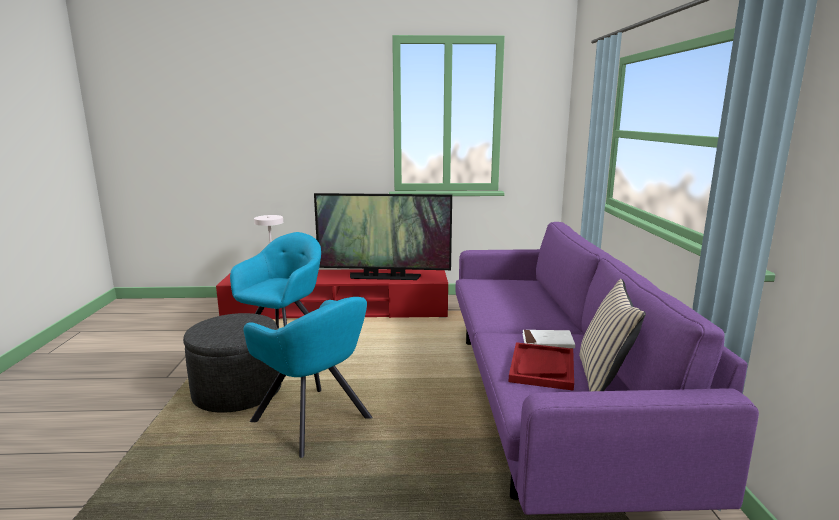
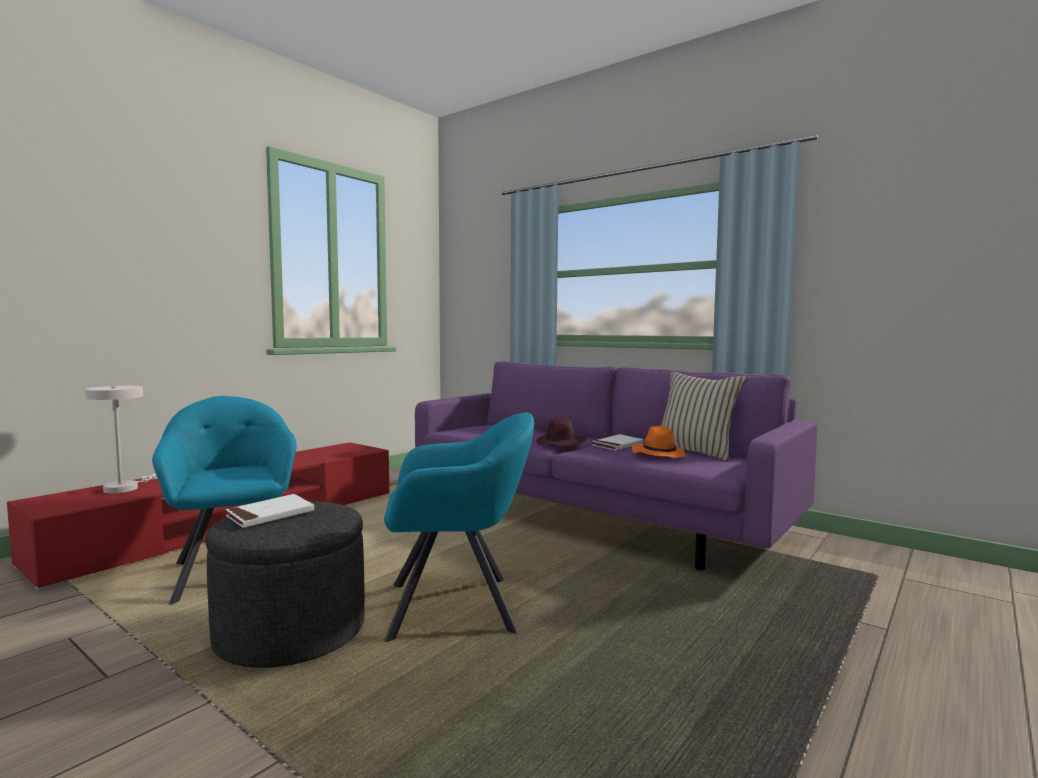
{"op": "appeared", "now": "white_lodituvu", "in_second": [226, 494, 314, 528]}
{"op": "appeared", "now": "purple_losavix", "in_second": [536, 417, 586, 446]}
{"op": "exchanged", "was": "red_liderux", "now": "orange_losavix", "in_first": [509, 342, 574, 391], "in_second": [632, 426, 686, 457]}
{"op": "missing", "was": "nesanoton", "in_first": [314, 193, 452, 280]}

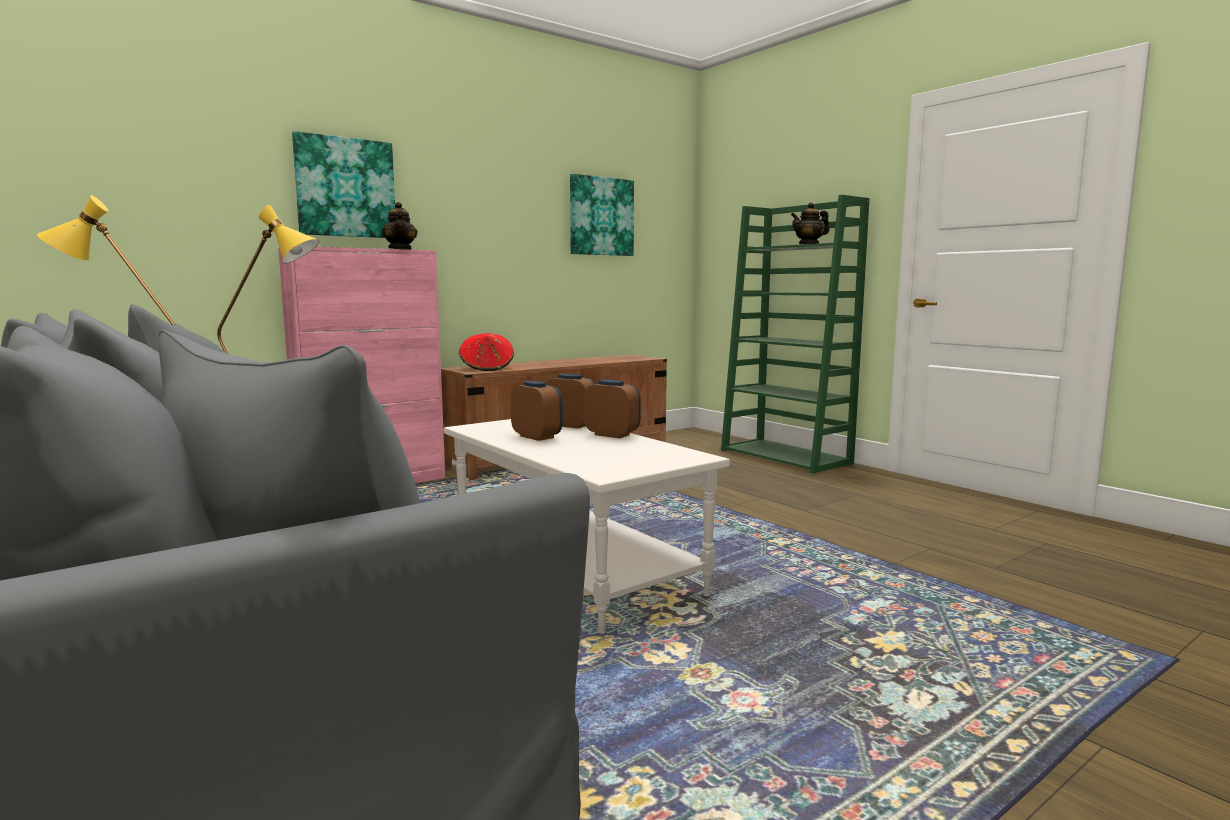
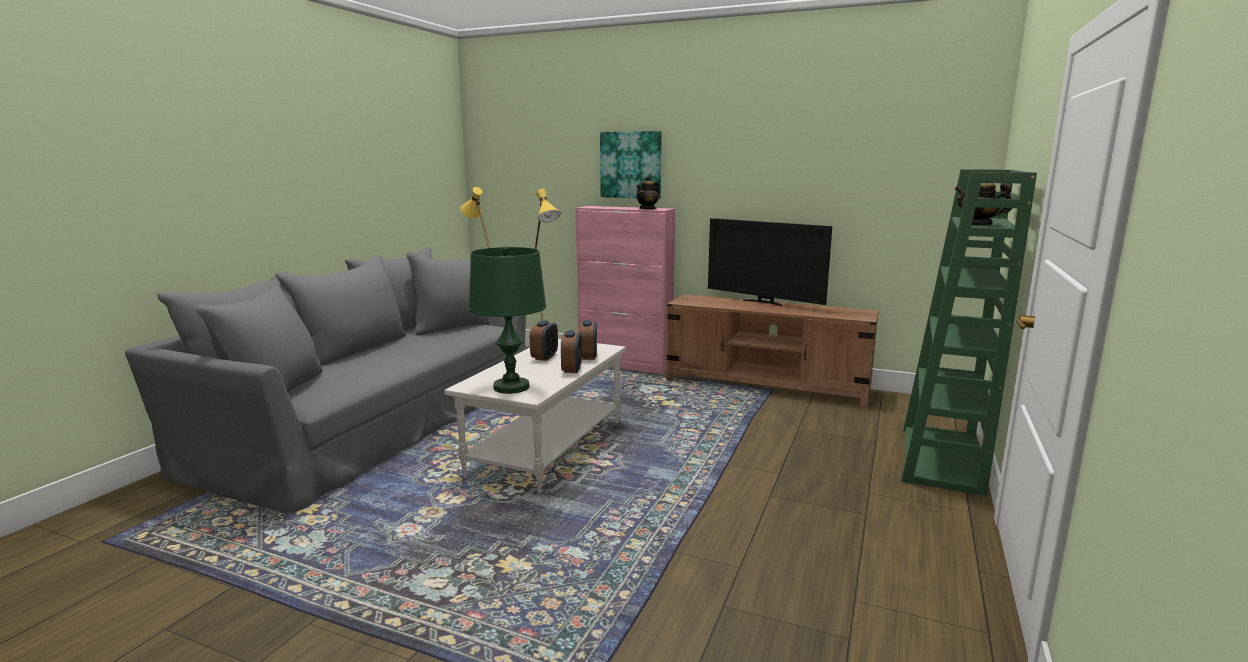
{"op": "appeared", "now": "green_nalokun", "in_second": [469, 246, 546, 394]}
{"op": "appeared", "now": "nesanoton", "in_second": [708, 218, 832, 306]}
{"op": "missing", "was": "red_losavix", "in_first": [459, 333, 514, 371]}
{"op": "missing", "was": "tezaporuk", "in_first": [570, 174, 634, 256]}

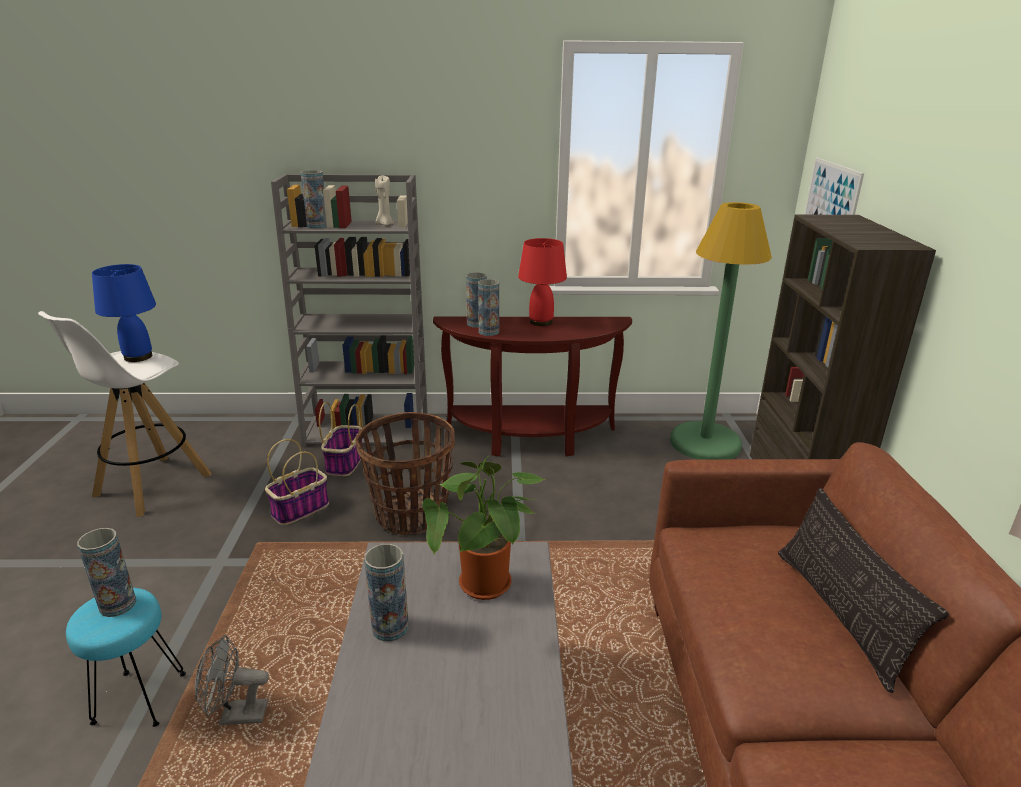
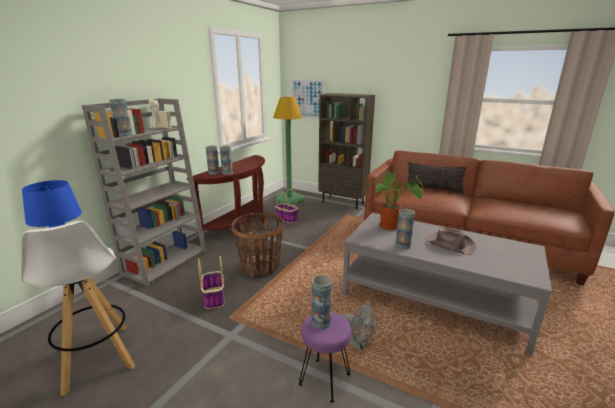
{"op": "relocated", "was": "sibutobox", "in_first": [319, 402, 362, 476], "in_second": [275, 189, 298, 223]}
{"op": "colour", "was": "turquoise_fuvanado", "now": "purple_fuvanado", "in_first": [66, 588, 186, 727], "in_second": [299, 312, 351, 403]}
{"op": "spun", "was": "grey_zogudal", "in_first": [195, 635, 269, 725], "in_second": [343, 304, 377, 351], "clockwise": -75}
{"op": "appeared", "now": "brown_losavix", "in_second": [426, 227, 476, 255]}
{"op": "missing", "was": "red_nalokun", "in_first": [518, 238, 567, 326]}

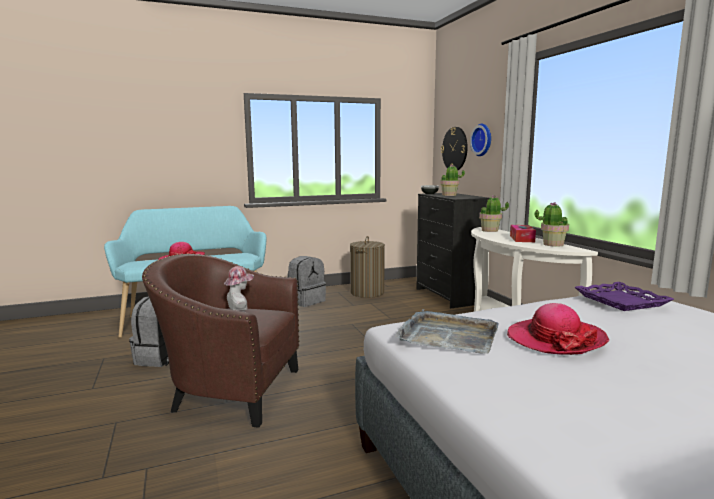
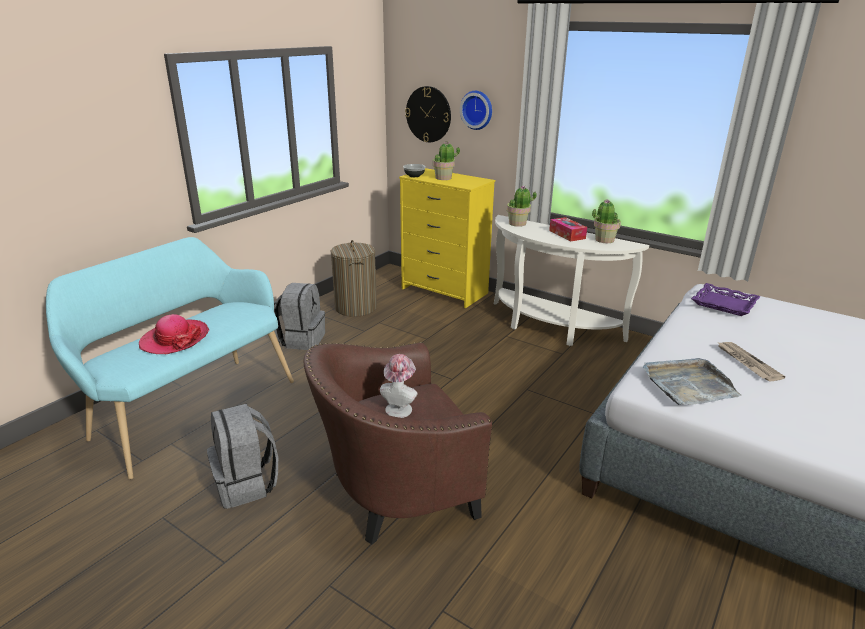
{"op": "colour", "was": "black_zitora", "now": "yellow_zitora", "in_first": [416, 193, 489, 308], "in_second": [399, 168, 495, 308]}
{"op": "exchanged", "was": "losavix", "now": "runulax", "in_first": [507, 303, 609, 355], "in_second": [717, 342, 785, 382]}

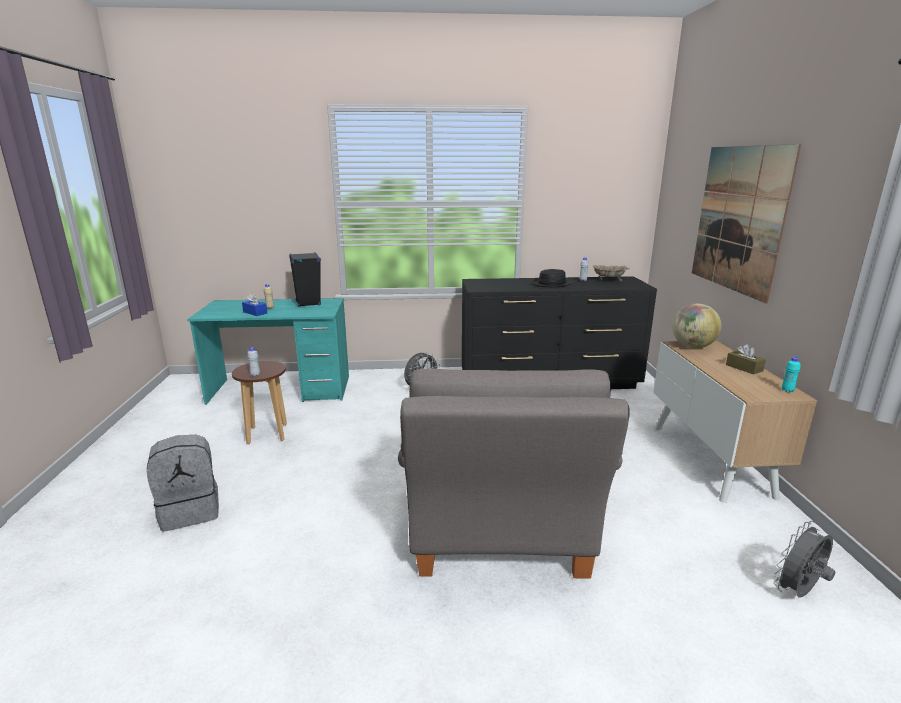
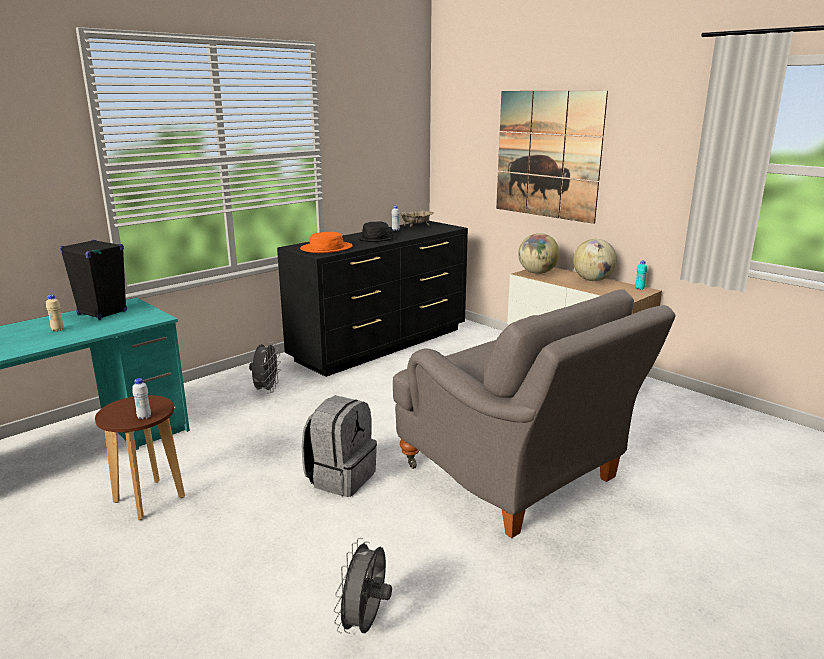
{"op": "appeared", "now": "orange_losavix", "in_second": [300, 232, 353, 253]}
{"op": "relocated", "was": "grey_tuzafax", "in_first": [147, 435, 219, 532], "in_second": [302, 395, 377, 497]}
{"op": "relocated", "was": "grey_zogudal", "in_first": [773, 521, 835, 598], "in_second": [334, 538, 392, 634]}
{"op": "exchanged", "was": "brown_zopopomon", "now": "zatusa", "in_first": [726, 344, 766, 374], "in_second": [573, 239, 617, 281]}
{"op": "missing", "was": "blue_zopopomon", "in_first": [242, 293, 267, 316]}

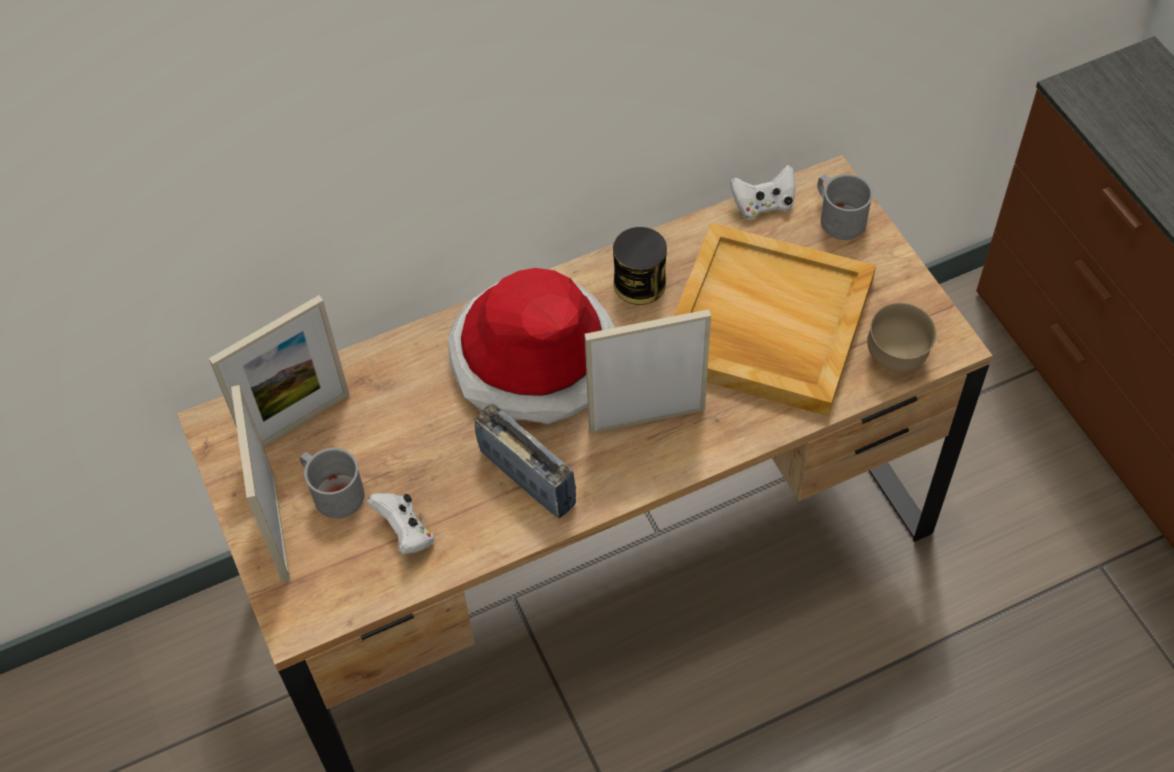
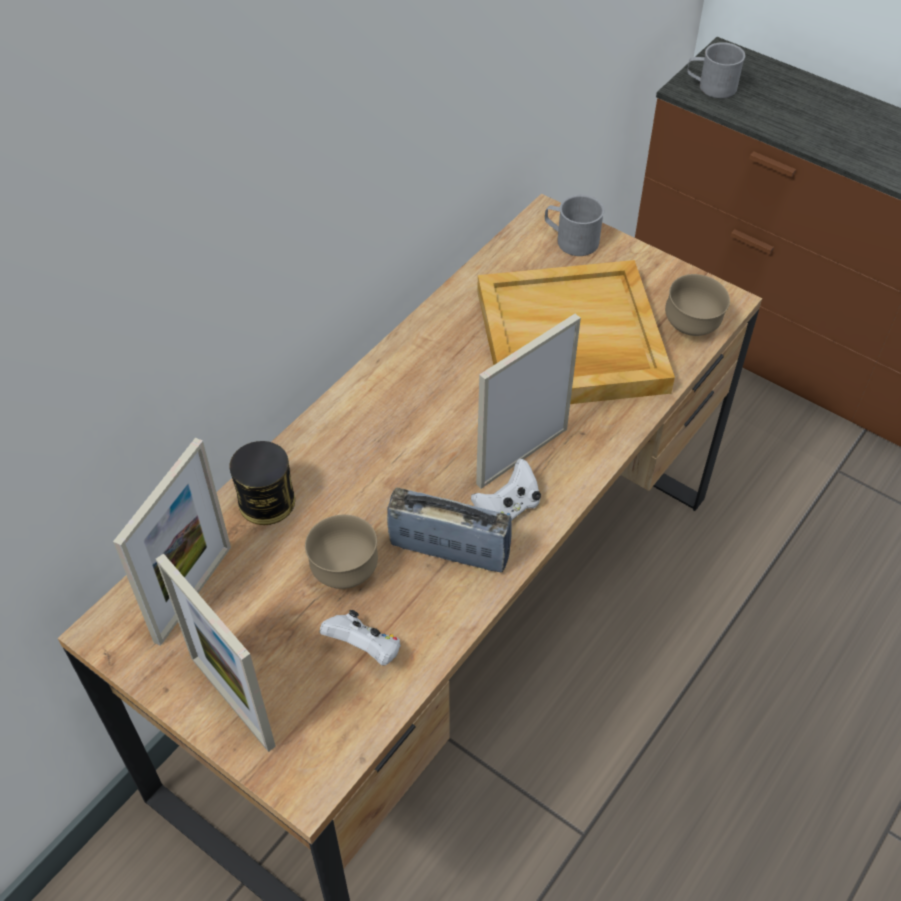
{"op": "relocated", "was": "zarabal", "in_first": [613, 227, 667, 305], "in_second": [229, 441, 295, 525]}
{"op": "appeared", "now": "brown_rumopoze", "in_second": [305, 515, 378, 589]}
{"op": "relocated", "was": "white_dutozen", "in_first": [730, 165, 795, 219], "in_second": [471, 459, 541, 522]}
{"op": "relocated", "was": "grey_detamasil", "in_first": [300, 448, 365, 519], "in_second": [687, 42, 745, 98]}
{"op": "missing", "was": "losavix", "in_first": [448, 268, 615, 424]}

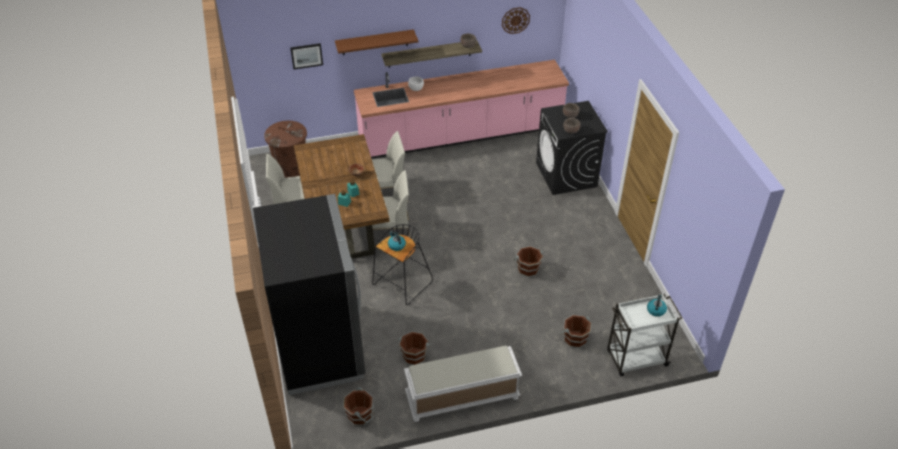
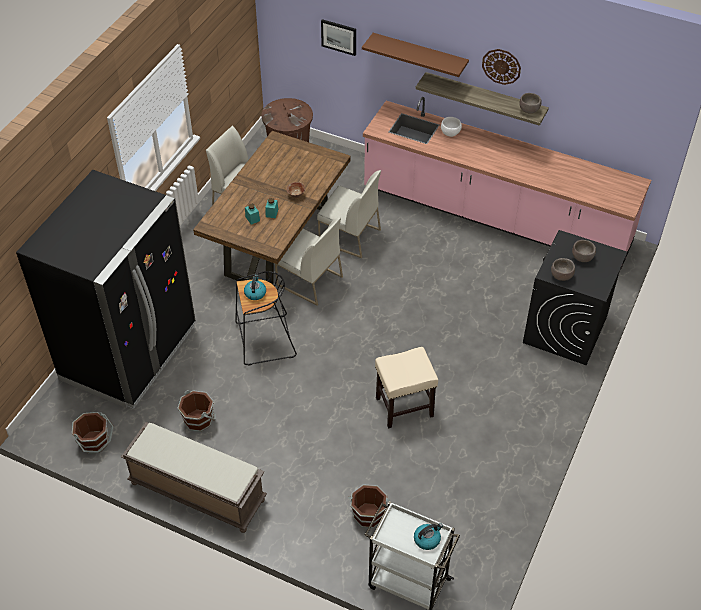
{"op": "colour", "was": "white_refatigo", "now": "brown_refatigo", "in_first": [404, 346, 522, 422], "in_second": [121, 422, 267, 533]}
{"op": "exchanged", "was": "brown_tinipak", "now": "beige_fuvanado", "in_first": [513, 246, 543, 277], "in_second": [375, 347, 438, 428]}
{"op": "relocated", "was": "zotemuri", "in_first": [502, 7, 530, 34], "in_second": [482, 49, 521, 85]}

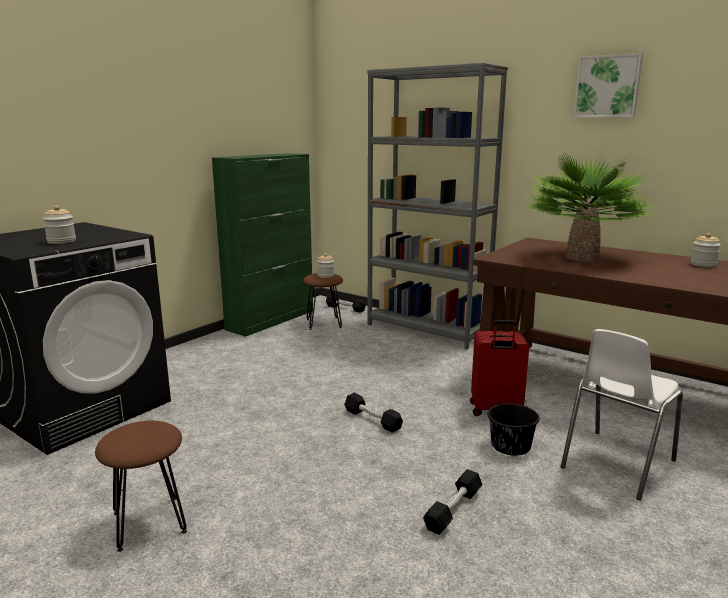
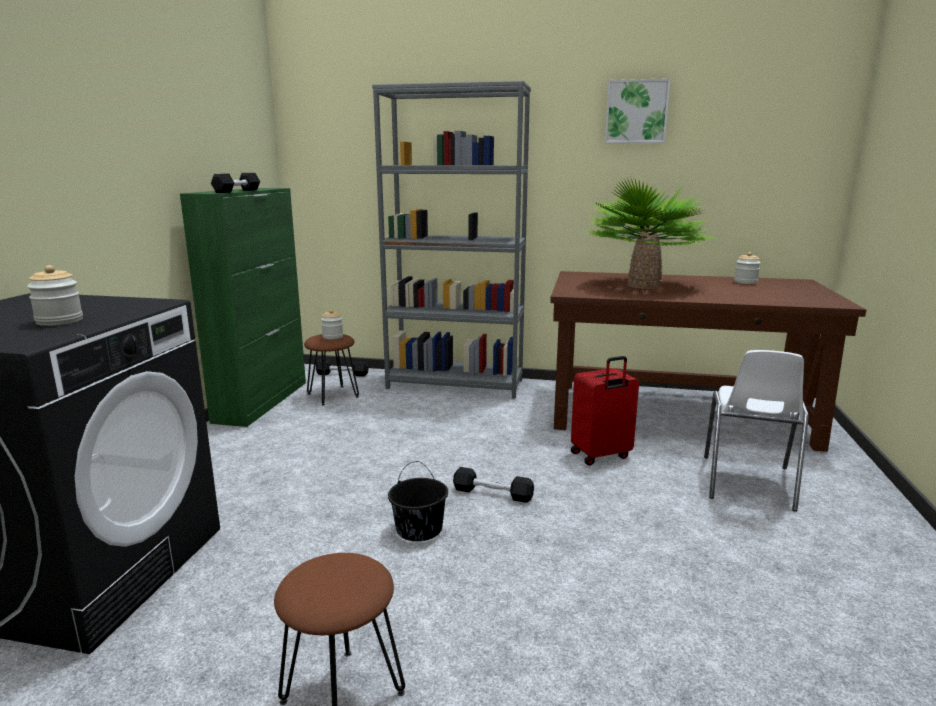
{"op": "relocated", "was": "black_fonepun", "in_first": [423, 469, 483, 535], "in_second": [211, 173, 260, 193]}
{"op": "relocated", "was": "black_tinipak", "in_first": [488, 389, 540, 456], "in_second": [388, 461, 448, 541]}

